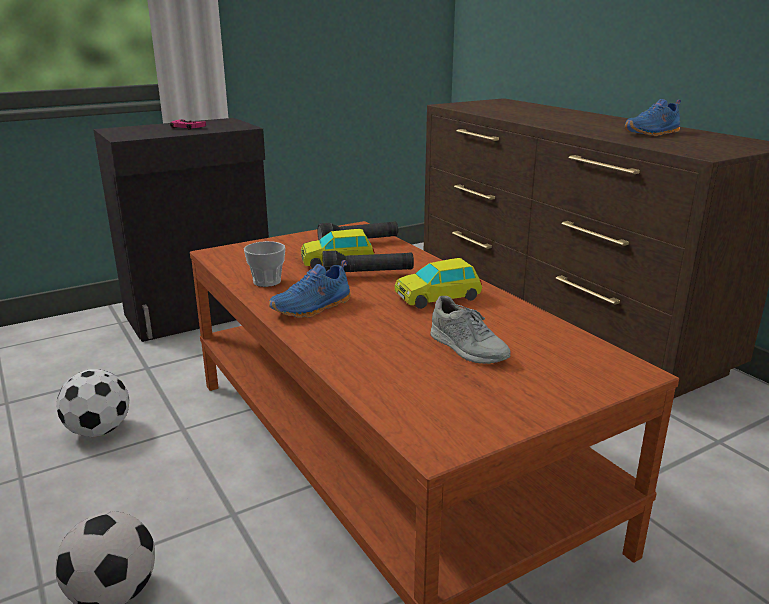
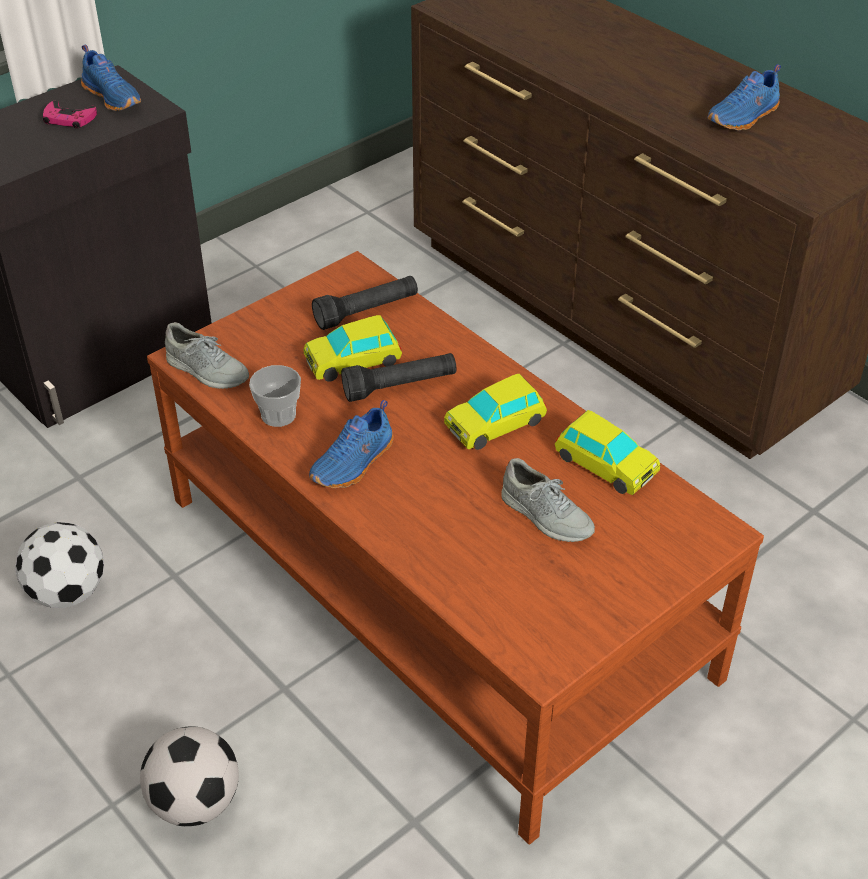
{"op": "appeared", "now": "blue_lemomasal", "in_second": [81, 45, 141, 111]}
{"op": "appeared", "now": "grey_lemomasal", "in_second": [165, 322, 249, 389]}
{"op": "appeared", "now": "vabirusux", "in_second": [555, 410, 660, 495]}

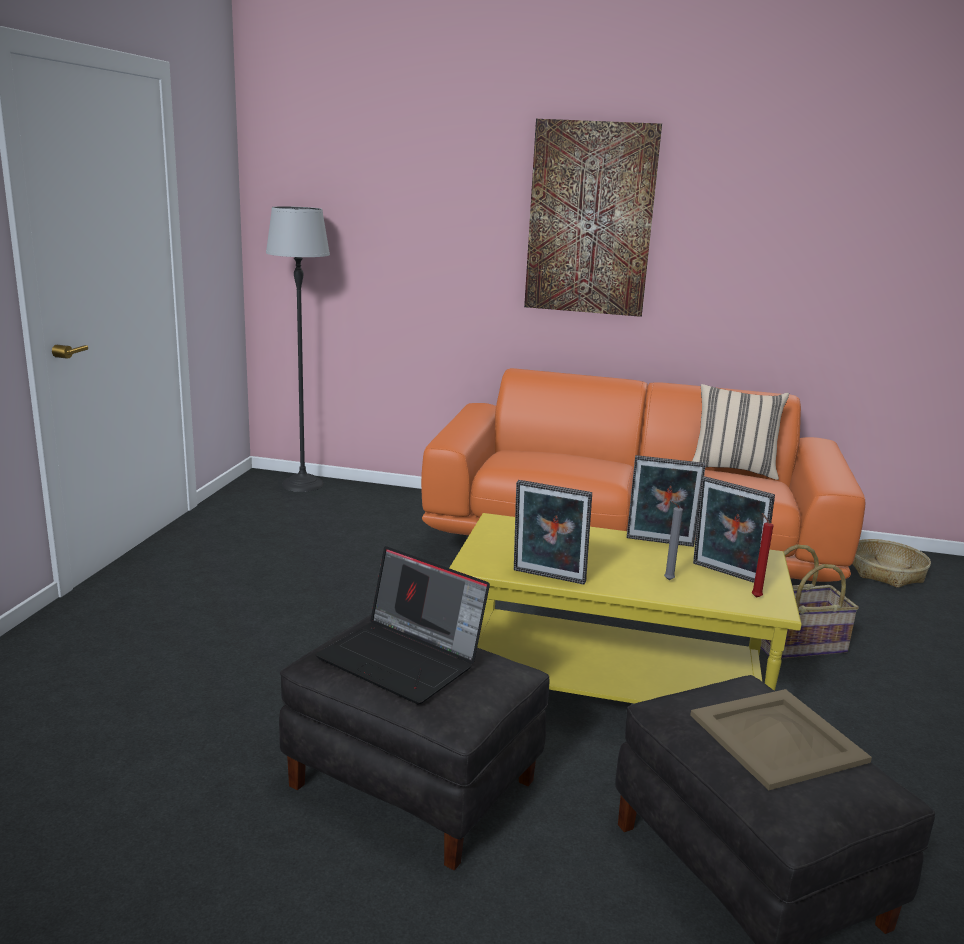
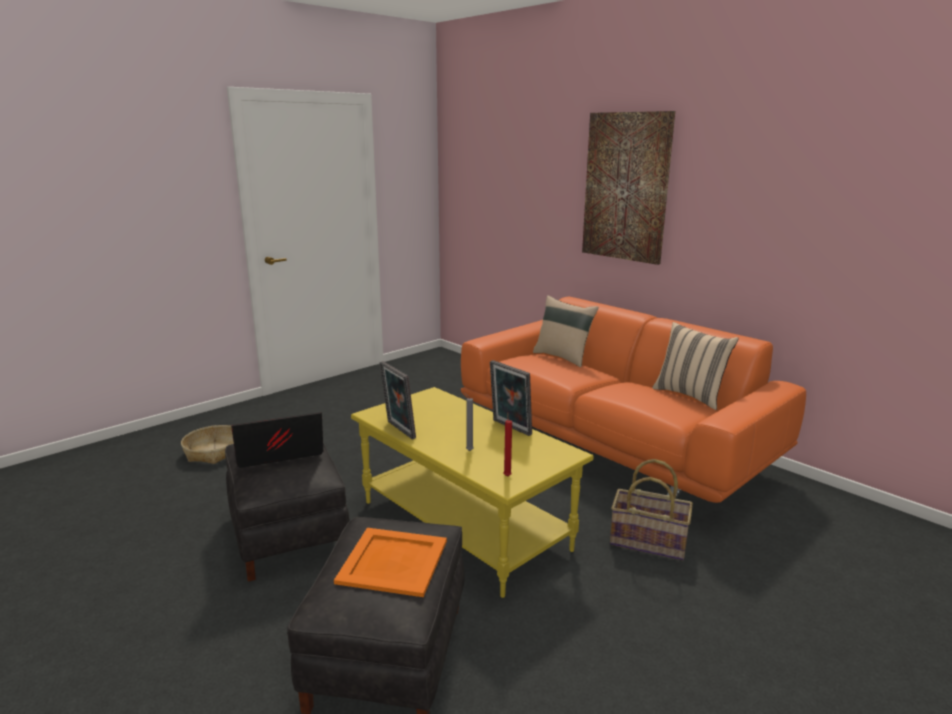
{"op": "relocated", "was": "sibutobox", "in_first": [852, 539, 931, 588], "in_second": [181, 425, 234, 464]}
{"op": "spun", "was": "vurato", "in_first": [316, 546, 490, 704], "in_second": [231, 412, 323, 468], "clockwise": 90}
{"op": "colour", "was": "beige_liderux", "now": "orange_liderux", "in_first": [690, 689, 872, 790], "in_second": [334, 528, 447, 597]}
{"op": "appeared", "now": "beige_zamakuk", "in_second": [533, 295, 599, 367]}
{"op": "missing", "was": "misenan", "in_first": [266, 206, 330, 492]}
{"op": "missing", "was": "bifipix", "in_first": [693, 476, 775, 583]}

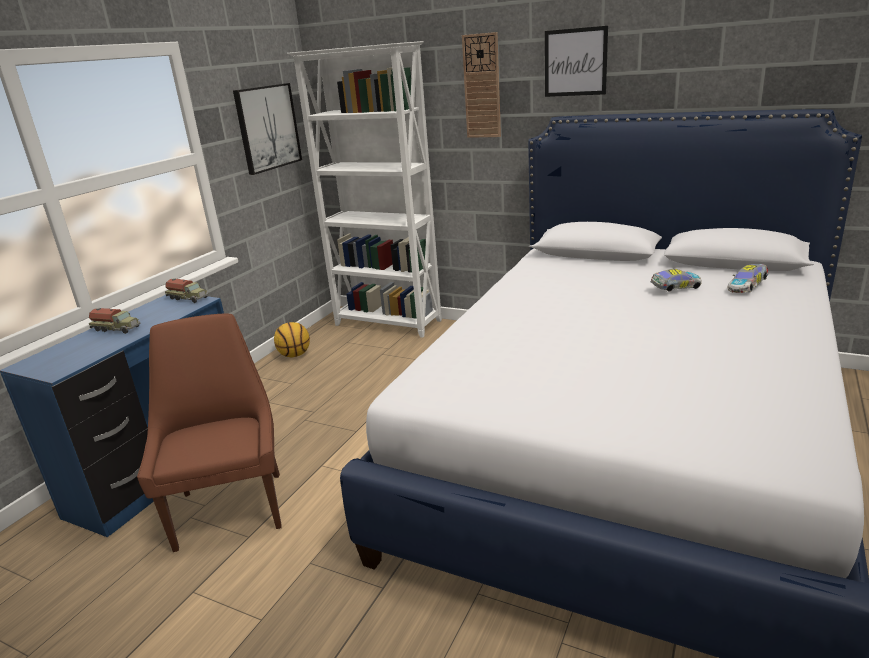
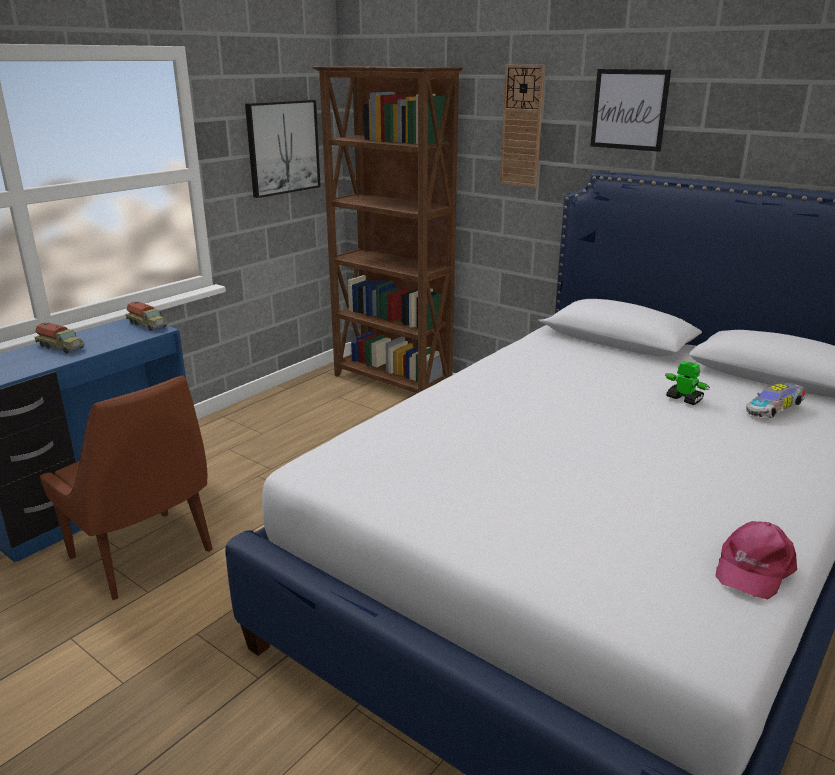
{"op": "spun", "was": "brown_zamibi", "in_first": [137, 314, 282, 552], "in_second": [40, 375, 213, 600], "clockwise": 135}
{"op": "colour", "was": "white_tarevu", "now": "brown_tarevu", "in_first": [287, 41, 442, 338], "in_second": [313, 66, 463, 393]}
{"op": "exchanged", "was": "vabirusux", "now": "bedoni", "in_first": [651, 269, 702, 291], "in_second": [665, 361, 710, 405]}
{"op": "appeared", "now": "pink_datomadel", "in_second": [715, 521, 797, 599]}
{"op": "missing", "was": "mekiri", "in_first": [274, 322, 310, 357]}

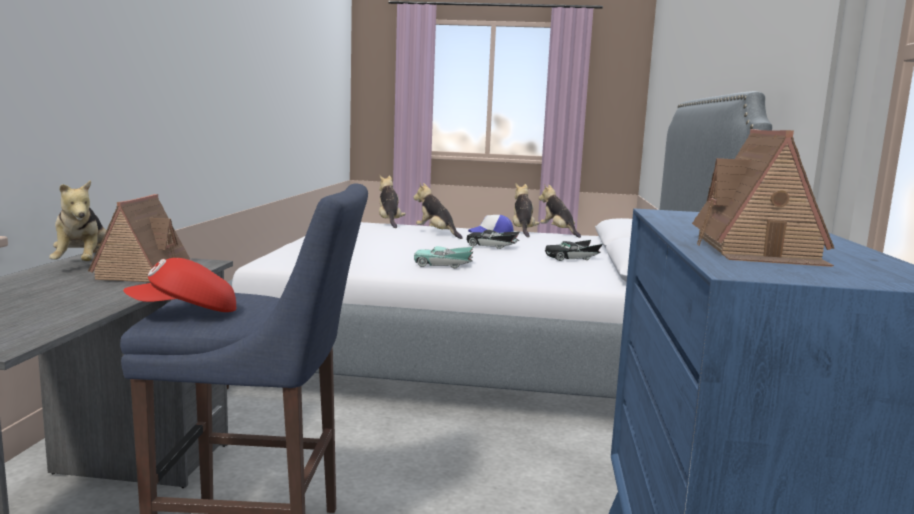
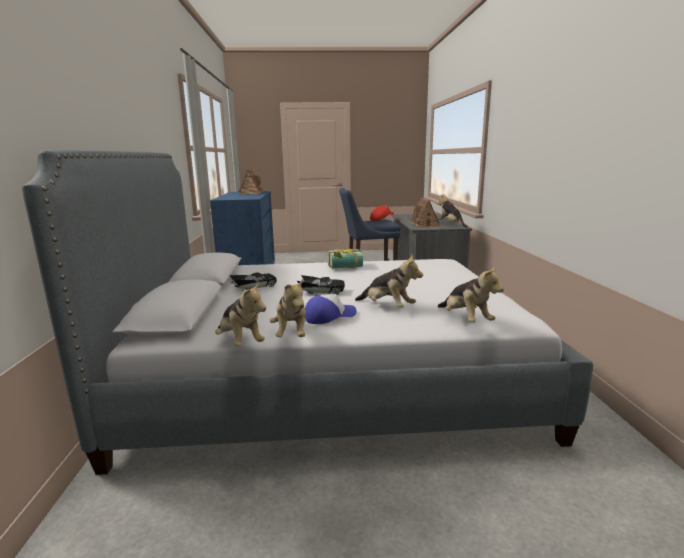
{"op": "exchanged", "was": "turquoise_vabirusux", "now": "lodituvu", "in_first": [414, 246, 474, 268], "in_second": [328, 249, 363, 268]}

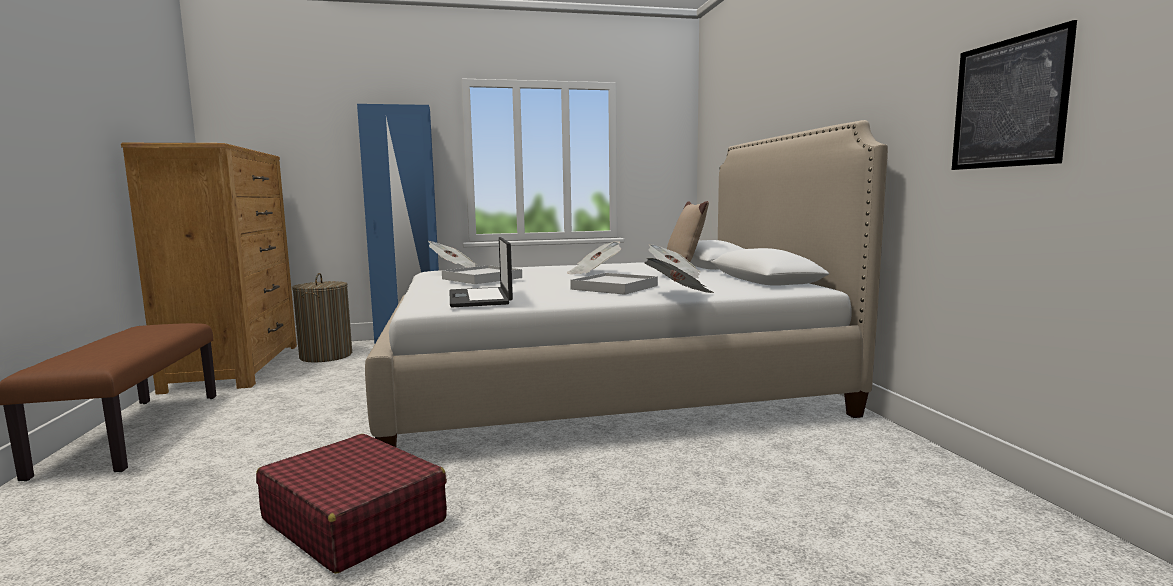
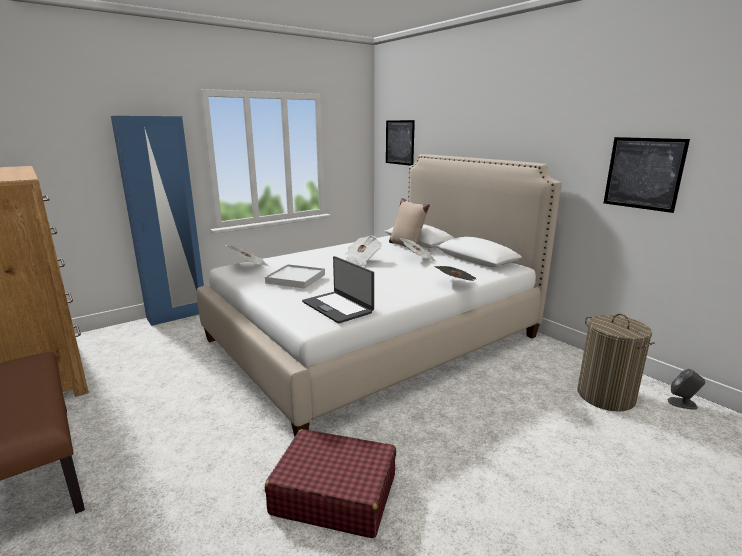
{"op": "appeared", "now": "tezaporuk", "in_second": [386, 120, 415, 166]}
{"op": "relocated", "was": "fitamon", "in_first": [292, 273, 352, 362], "in_second": [578, 313, 655, 412]}
{"op": "appeared", "now": "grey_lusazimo", "in_second": [668, 369, 705, 410]}
{"op": "missing", "was": "white_liderux", "in_first": [570, 273, 658, 295]}

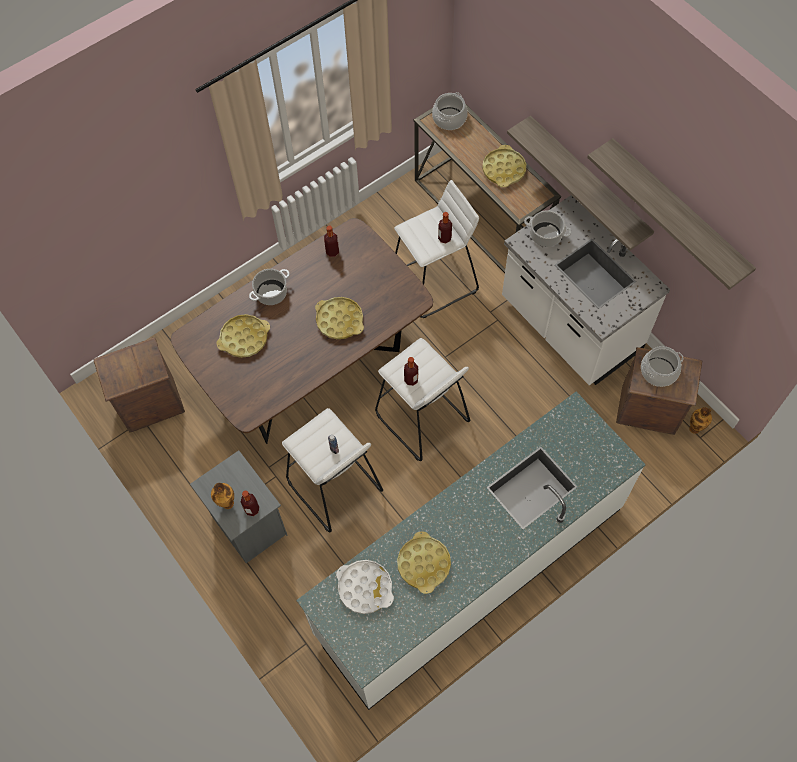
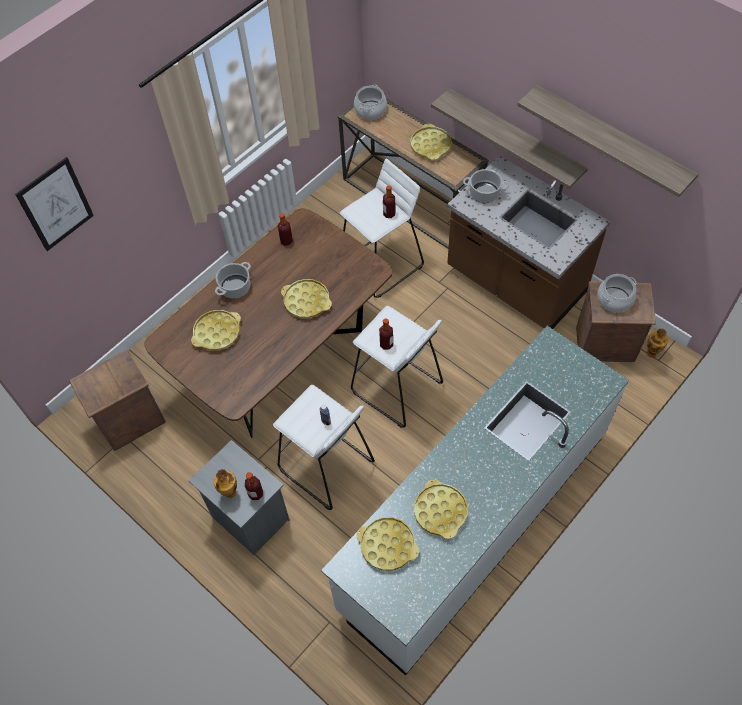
{"op": "appeared", "now": "tezaporuk", "in_second": [15, 157, 94, 251]}
{"op": "colour", "was": "white_liderux", "now": "yellow_liderux", "in_first": [336, 560, 394, 614], "in_second": [357, 517, 419, 571]}
{"op": "colour", "was": "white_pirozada", "now": "brown_pirozada", "in_first": [502, 195, 670, 385], "in_second": [447, 155, 610, 329]}

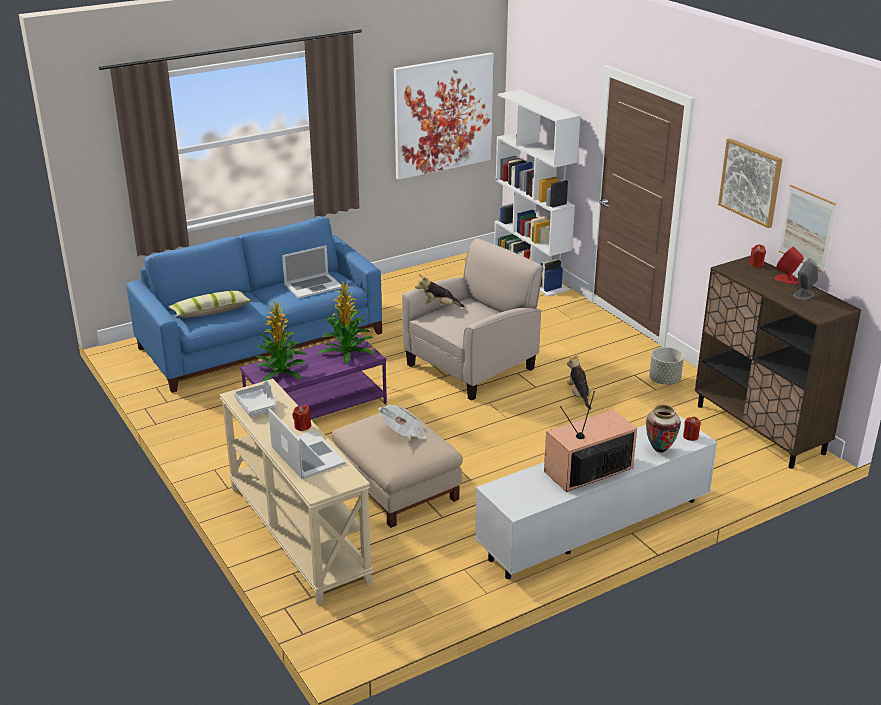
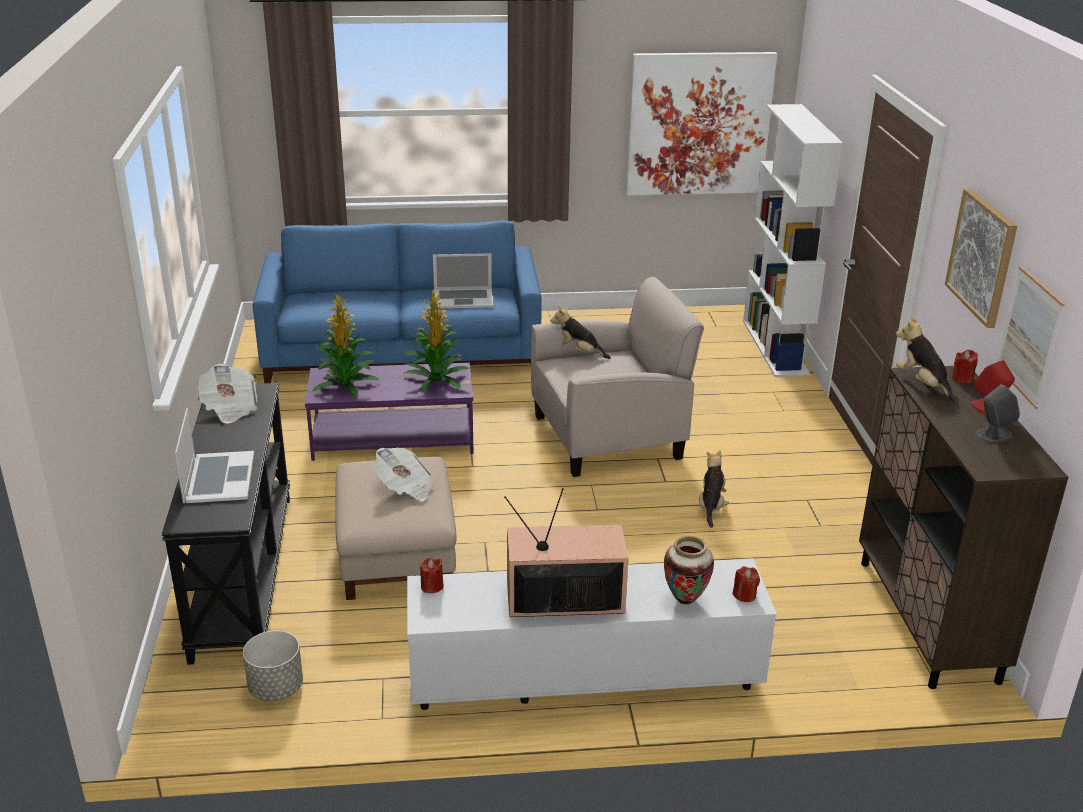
{"op": "colour", "was": "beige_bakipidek", "now": "black_bakipidek", "in_first": [219, 379, 373, 605], "in_second": [162, 383, 290, 665]}
{"op": "exchanged", "was": "grey_liderux", "now": "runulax", "in_first": [234, 381, 276, 417], "in_second": [198, 364, 257, 424]}
{"op": "relocated", "was": "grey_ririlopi", "in_first": [649, 347, 684, 385], "in_second": [243, 631, 303, 701]}
{"op": "relocated", "was": "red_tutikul", "in_first": [292, 405, 311, 431], "in_second": [420, 558, 444, 593]}
{"op": "appeared", "now": "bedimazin", "in_second": [896, 316, 958, 403]}
{"op": "missing", "was": "zamakuk", "in_first": [169, 291, 252, 318]}

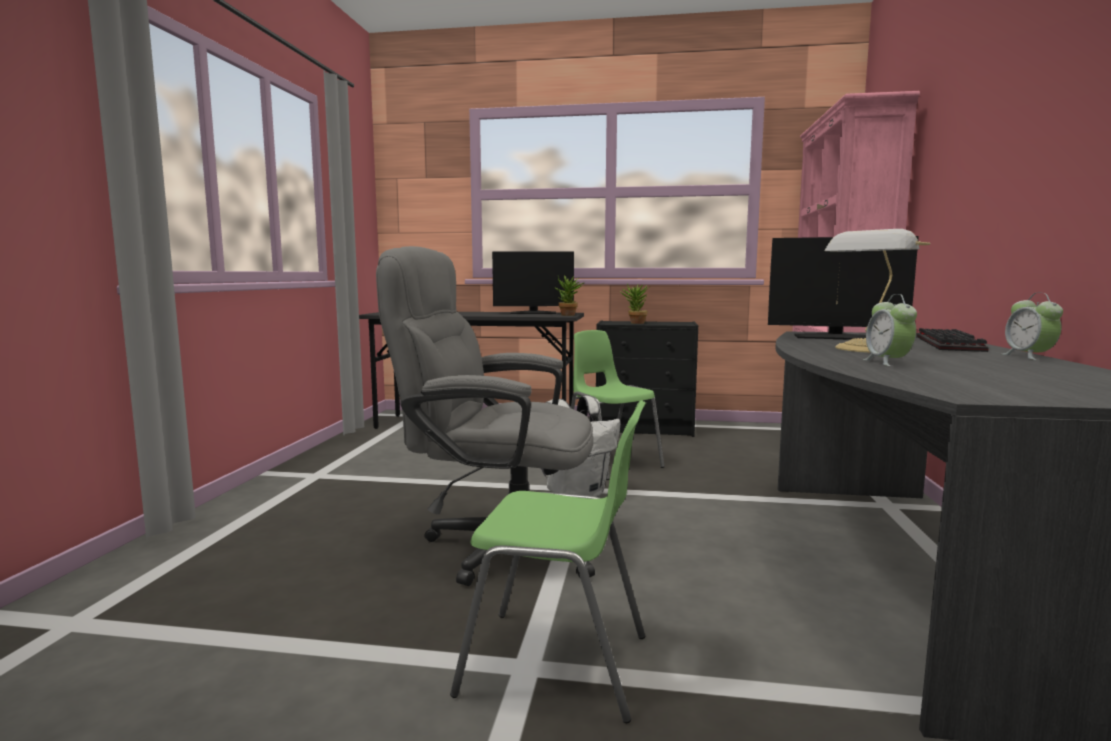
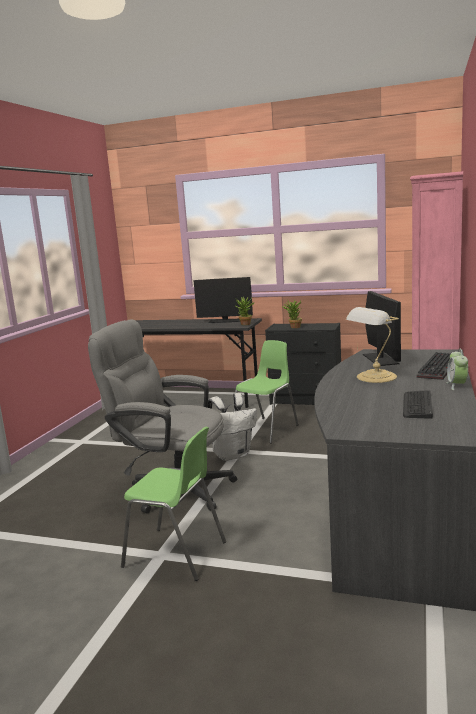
{"op": "spun", "was": "green_zamibi", "in_first": [571, 330, 664, 480], "in_second": [234, 340, 299, 444], "clockwise": 60}
{"op": "spun", "was": "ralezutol", "in_first": [768, 236, 919, 340], "in_second": [363, 291, 401, 366], "clockwise": -120}
{"op": "appeared", "now": "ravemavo", "in_second": [403, 390, 433, 419]}
{"op": "missing", "was": "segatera", "in_first": [863, 294, 917, 366]}

